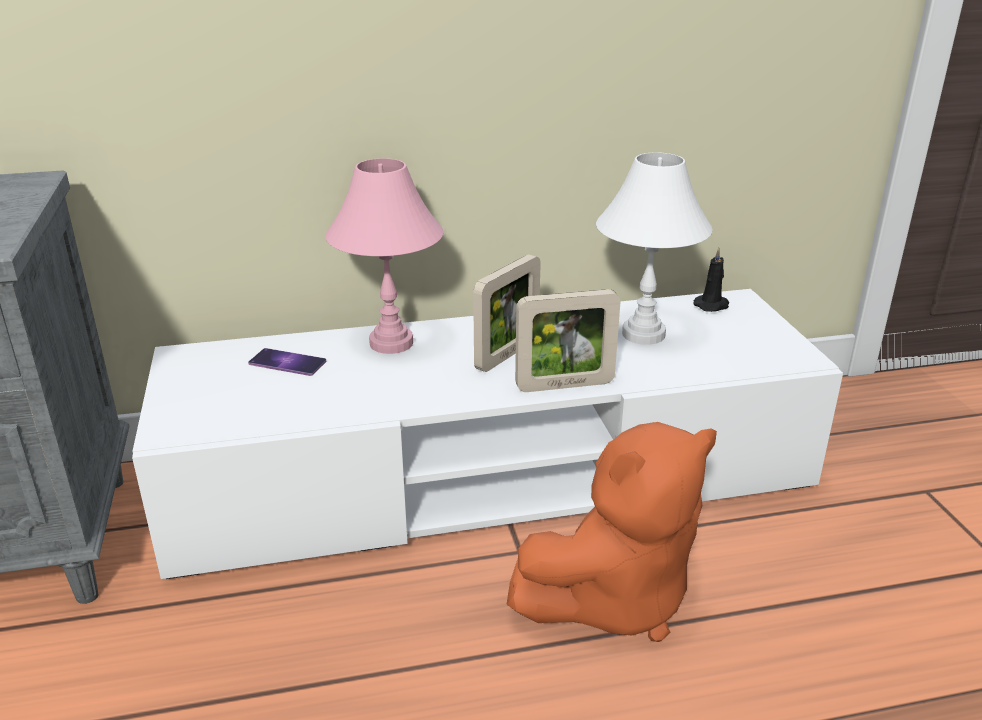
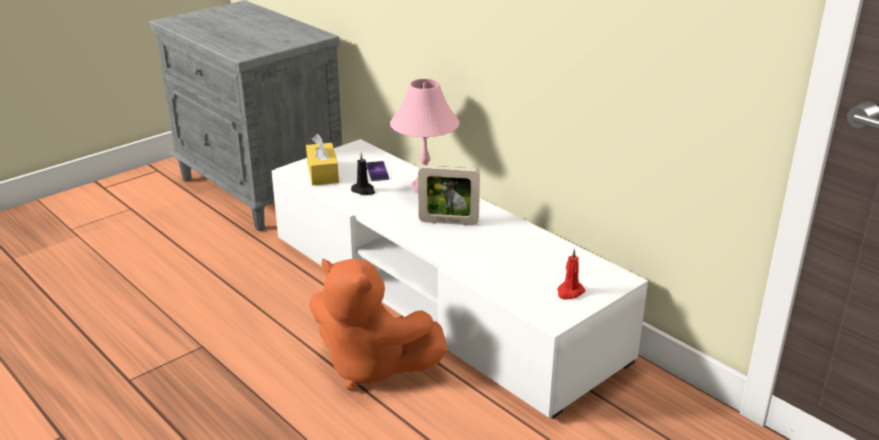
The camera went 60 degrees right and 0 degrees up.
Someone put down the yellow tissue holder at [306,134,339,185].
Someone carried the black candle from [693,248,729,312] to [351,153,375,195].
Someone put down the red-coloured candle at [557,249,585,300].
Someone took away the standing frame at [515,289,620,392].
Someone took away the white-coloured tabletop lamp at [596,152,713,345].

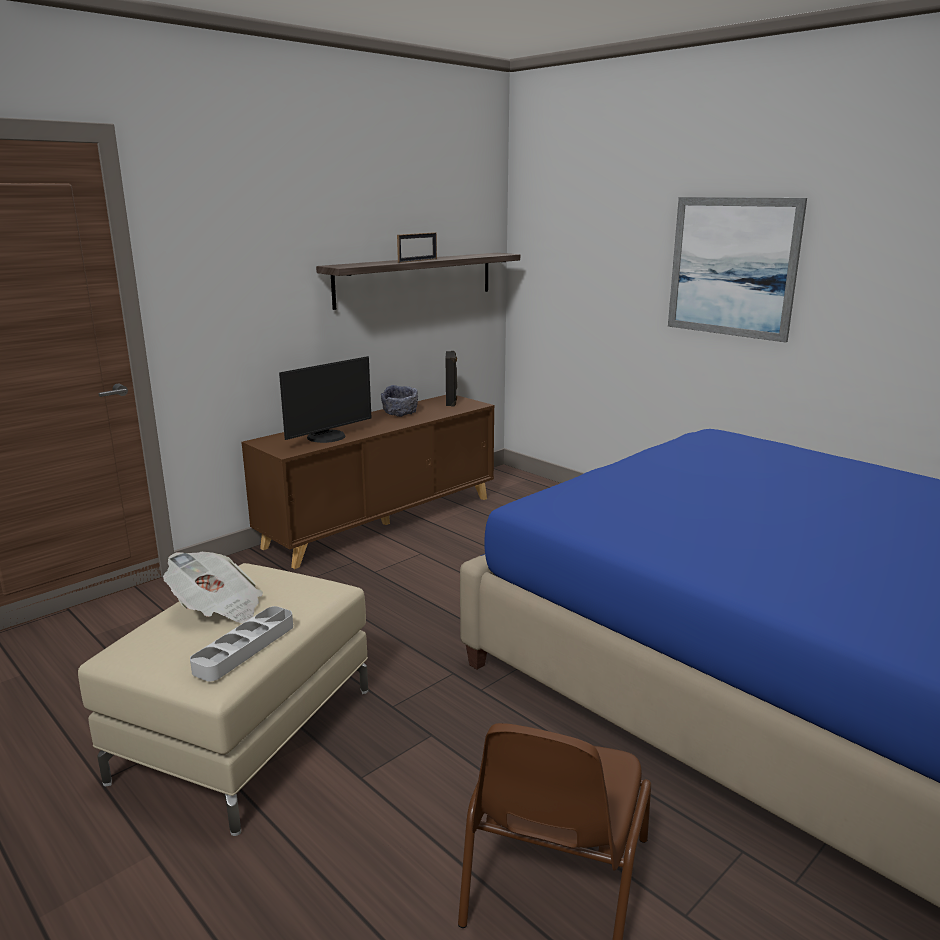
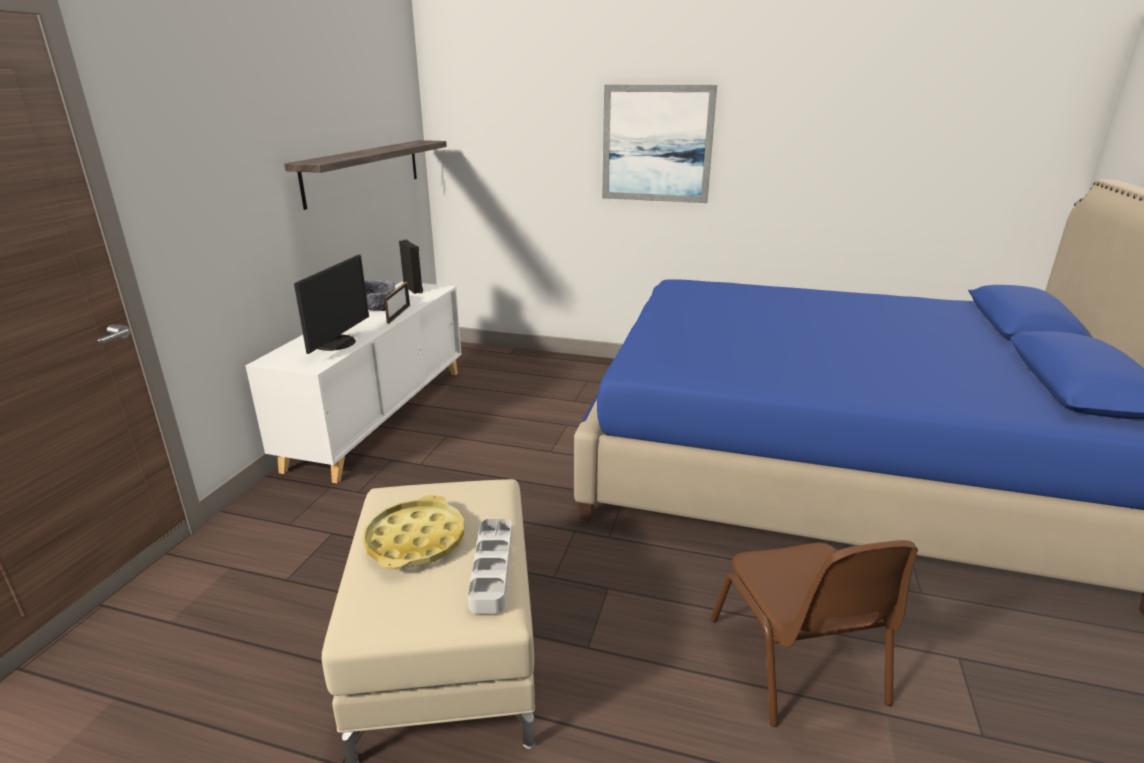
The camera went 30 degrees left and 5 degrees up.
Someone repainted the brown storage cabinet at [241,395,494,569], which became the white-coloured storage cabinet at [245,282,461,483].
Someone swapped the daily paper at [163,552,263,623] for the yellow carrying tray at [363,495,464,570].
Someone carried the standing frame from [397,232,437,263] to [384,282,410,324].

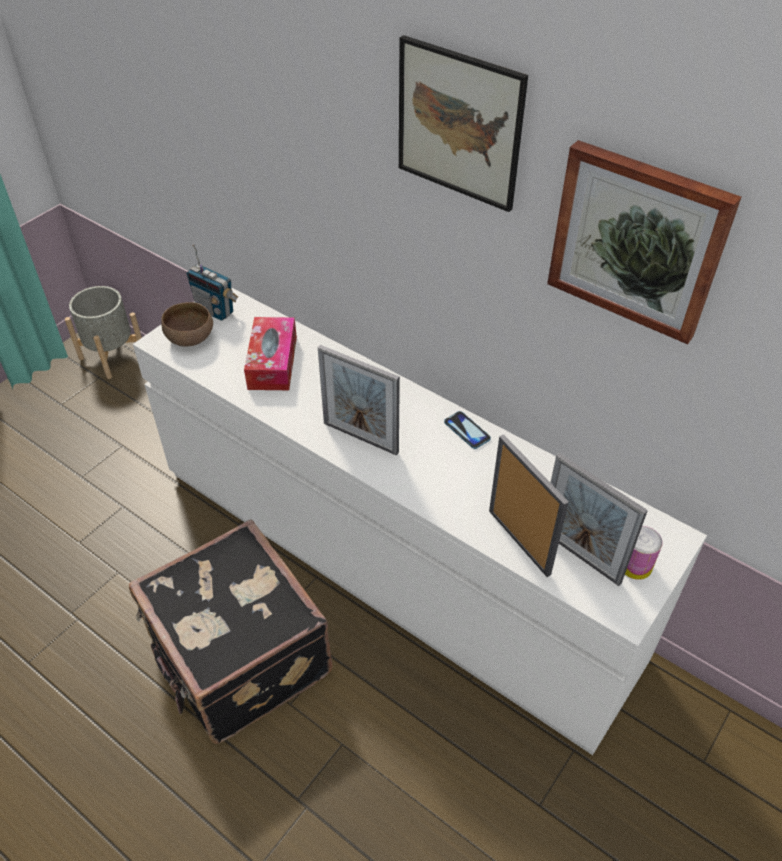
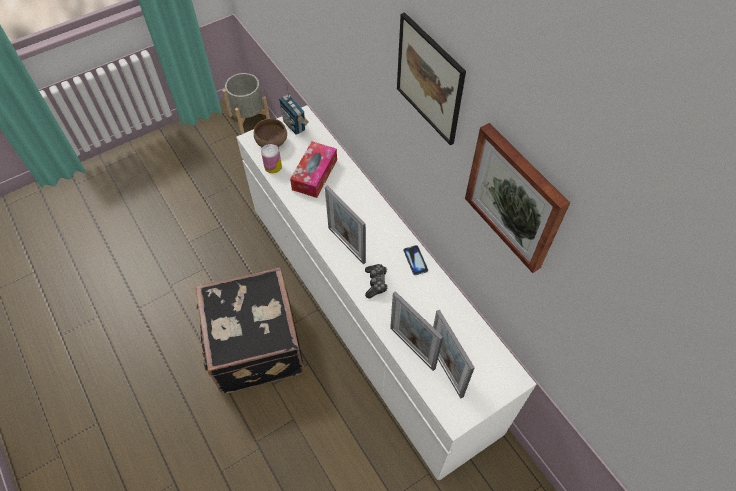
The camera went 20 degrees right and 10 degrees up.
Someone carried the metal can from [625,526,663,580] to [261,144,282,173].
Someone put down the game controller at [365,264,388,298].
Someone rotated the standing frame at [489,434,569,577] by 150 degrees clockwise.

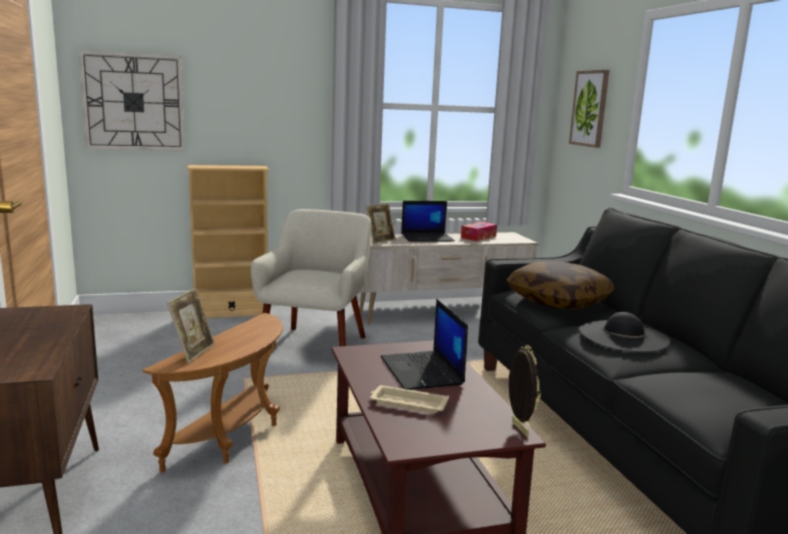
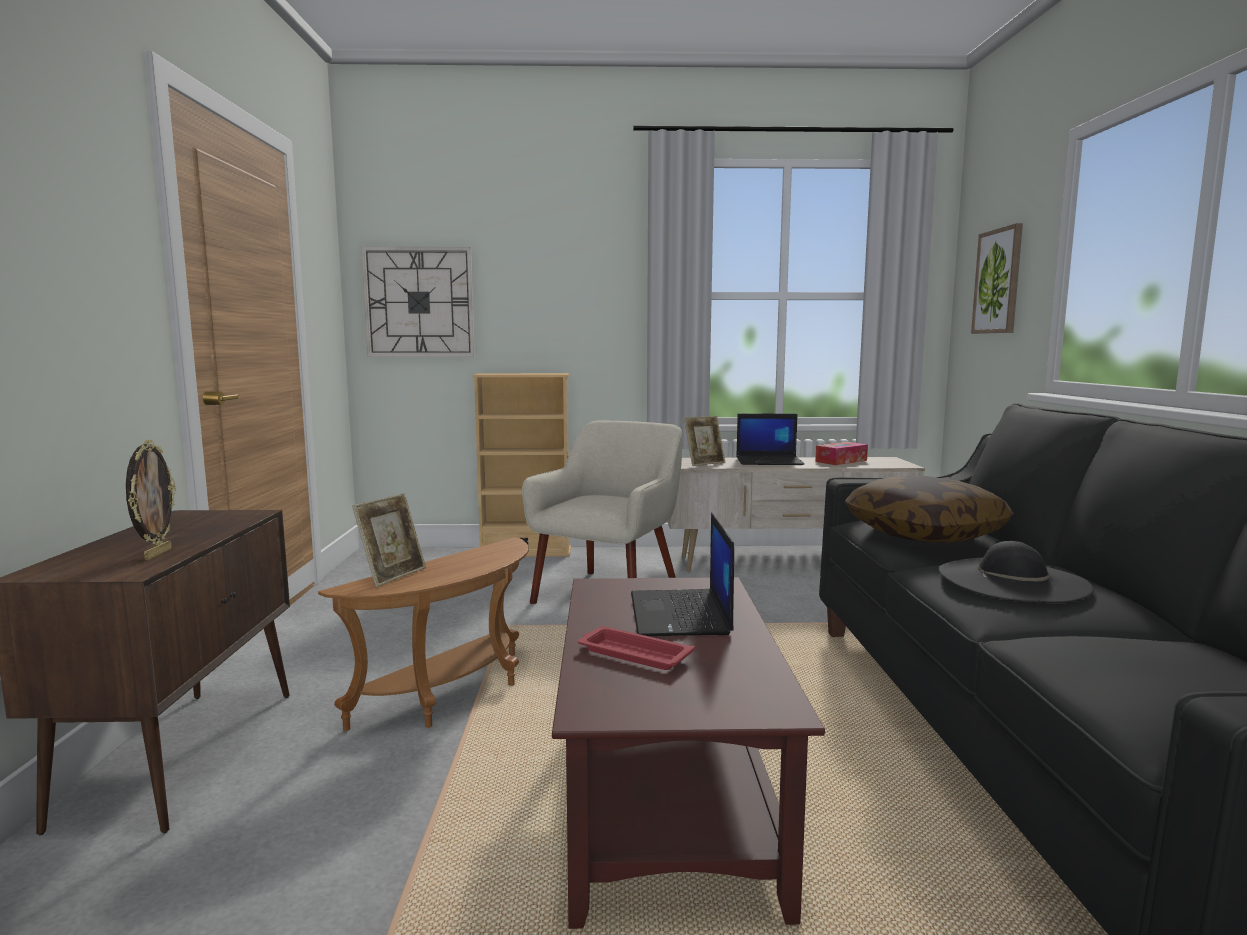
The camera went 15 degrees right and 5 degrees down.
Someone carried the standing frame from [509,345,541,437] to [126,440,176,560].
Someone repainted the sand-coloured carrying tray at [370,385,449,413], which became the red-coloured carrying tray at [578,626,695,670].

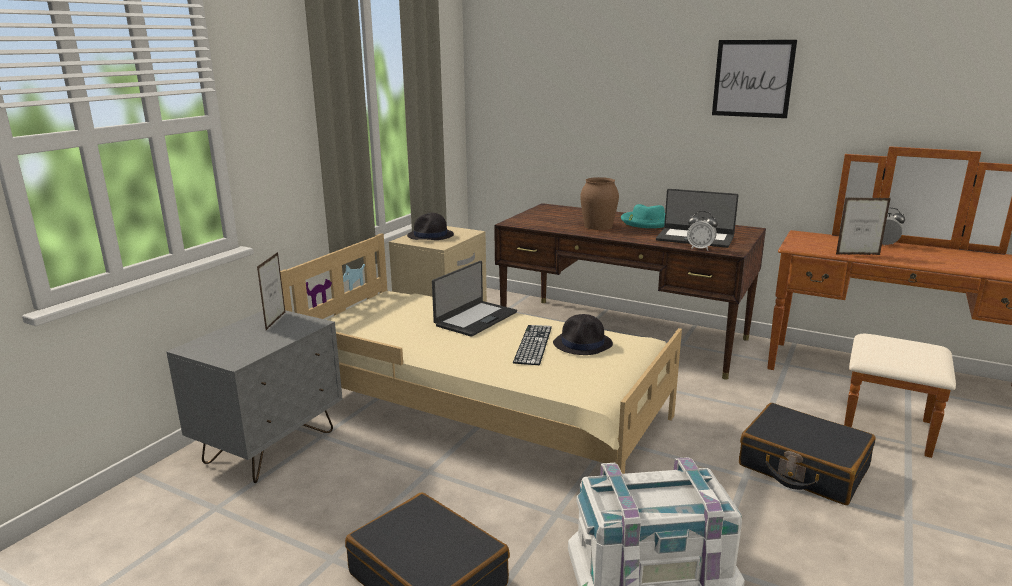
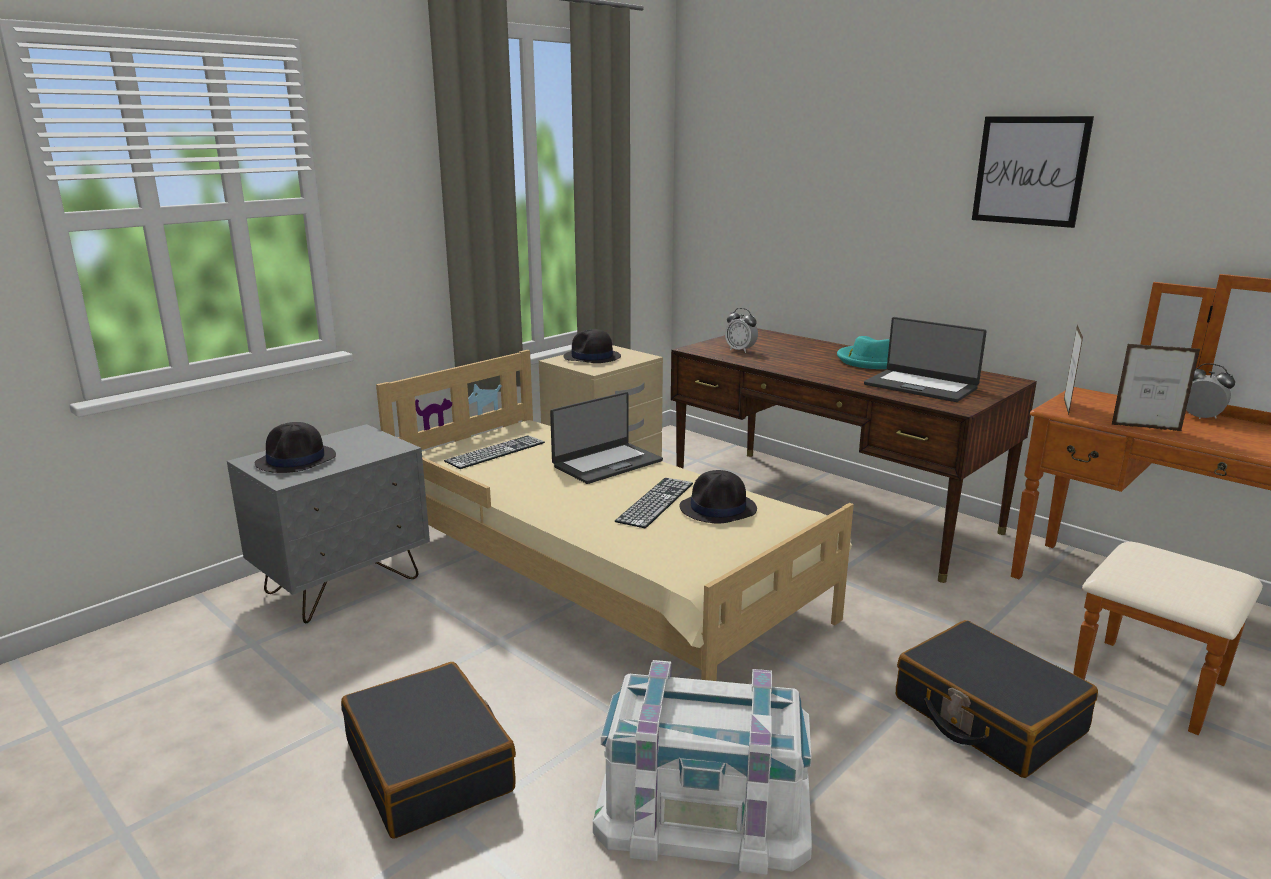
The camera went 15 degrees right and 0 degrees up.
Someone put down the black wearable hat at [255,422,336,473].
Someone put down the computer keyboard at [444,435,545,469].
Someone carried the table clock from [687,211,718,251] to [725,308,758,353].
Someone carried the standing frame from [257,252,285,330] to [1064,325,1083,415].
Someone took away the brown decorative vase at [580,177,619,230].

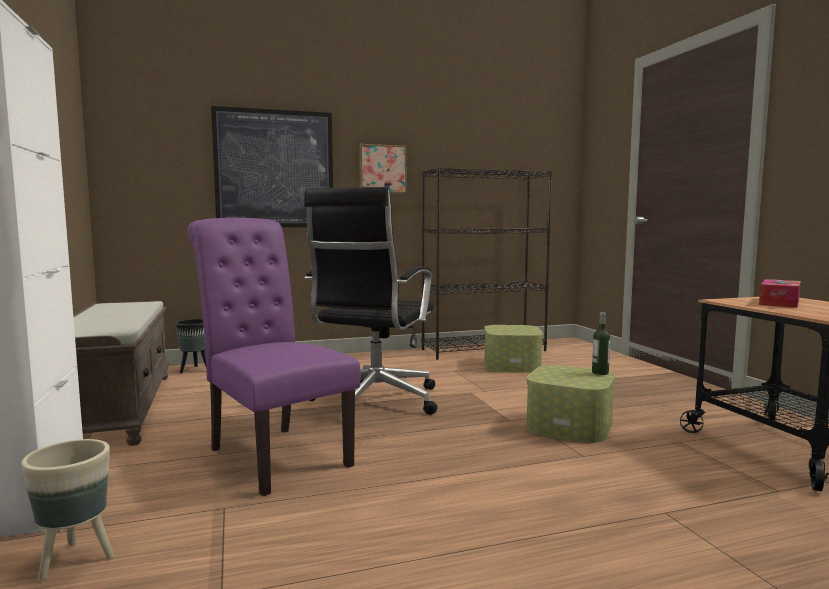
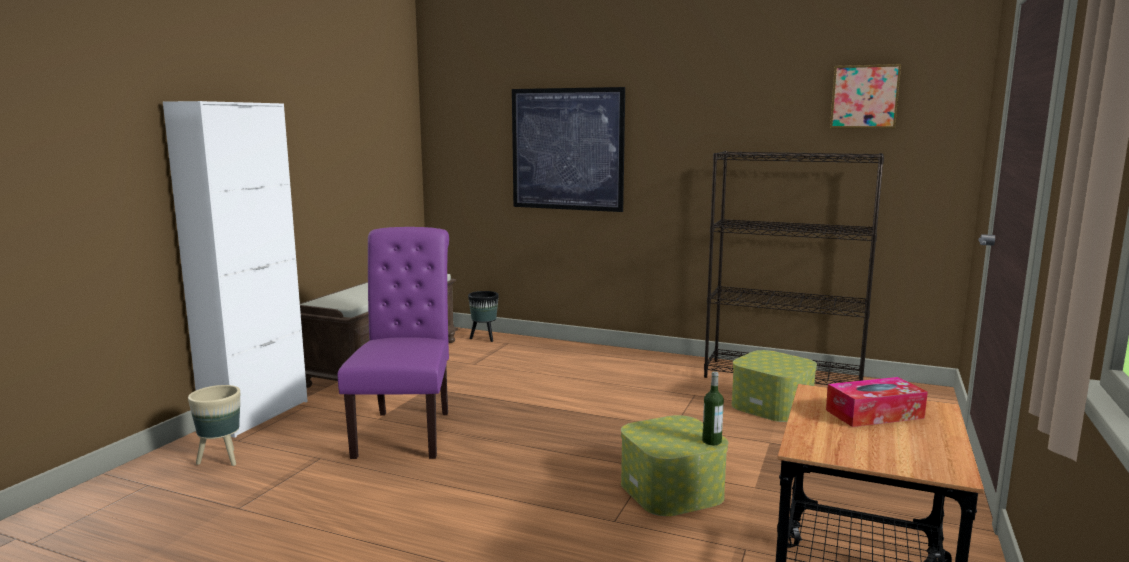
The camera went 40 degrees right and 5 degrees up.
Someone carried the picture from [359,144,407,194] to [830,64,901,128].
Someone took away the black office chair at [304,187,437,415].

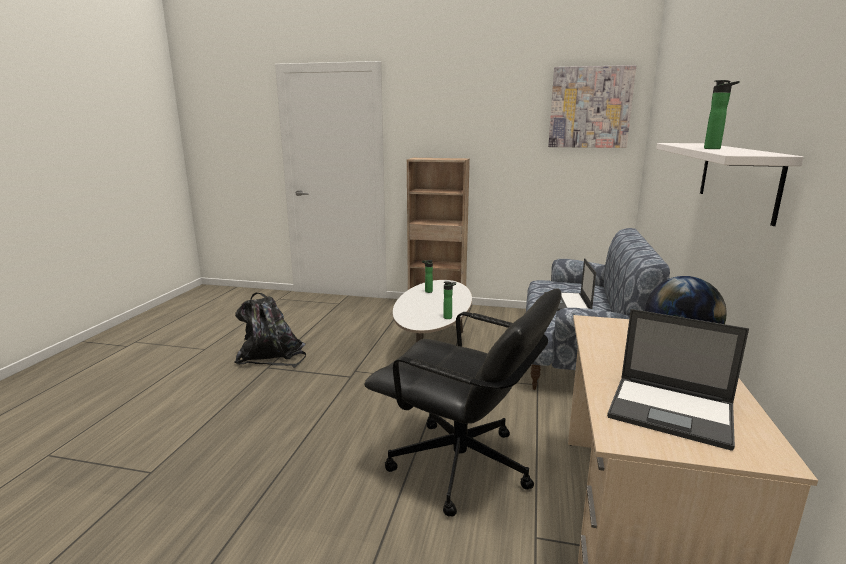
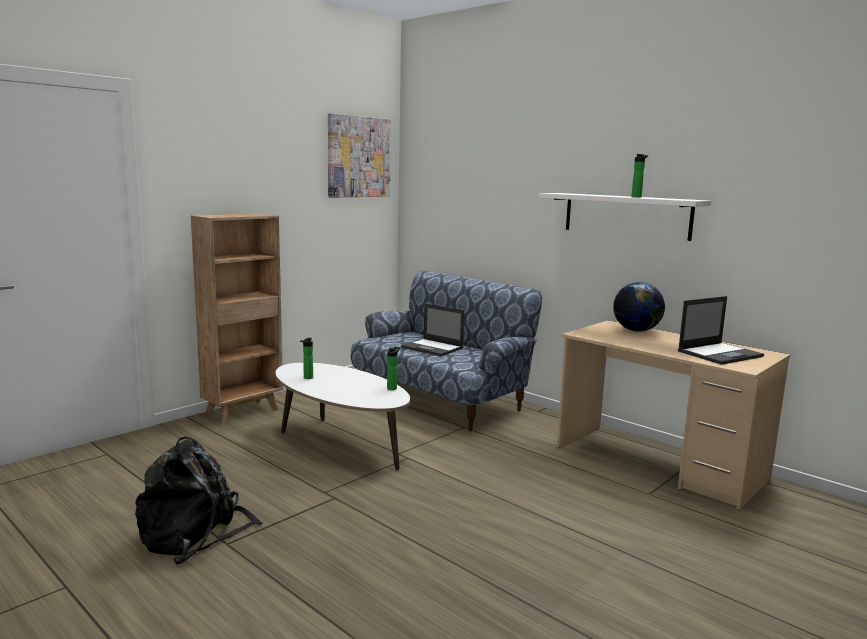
The camera went 60 degrees left and 5 degrees down.
Someone took away the black office chair at [364,289,562,517].

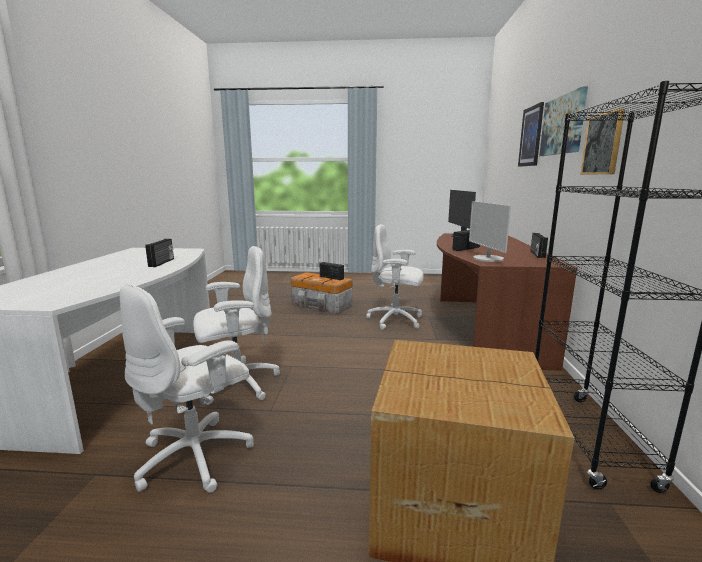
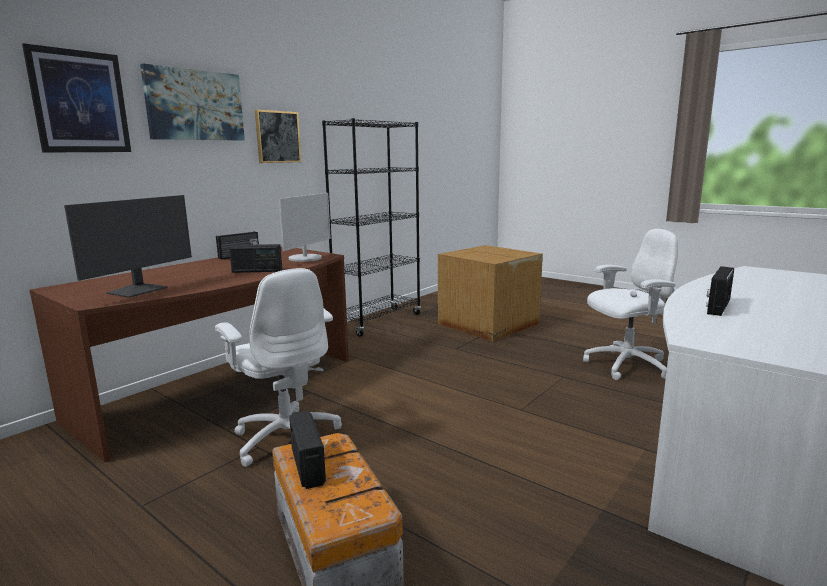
The camera went 145 degrees left and 0 degrees up.
Someone took away the white-coloured office chair at [193,246,280,405].

